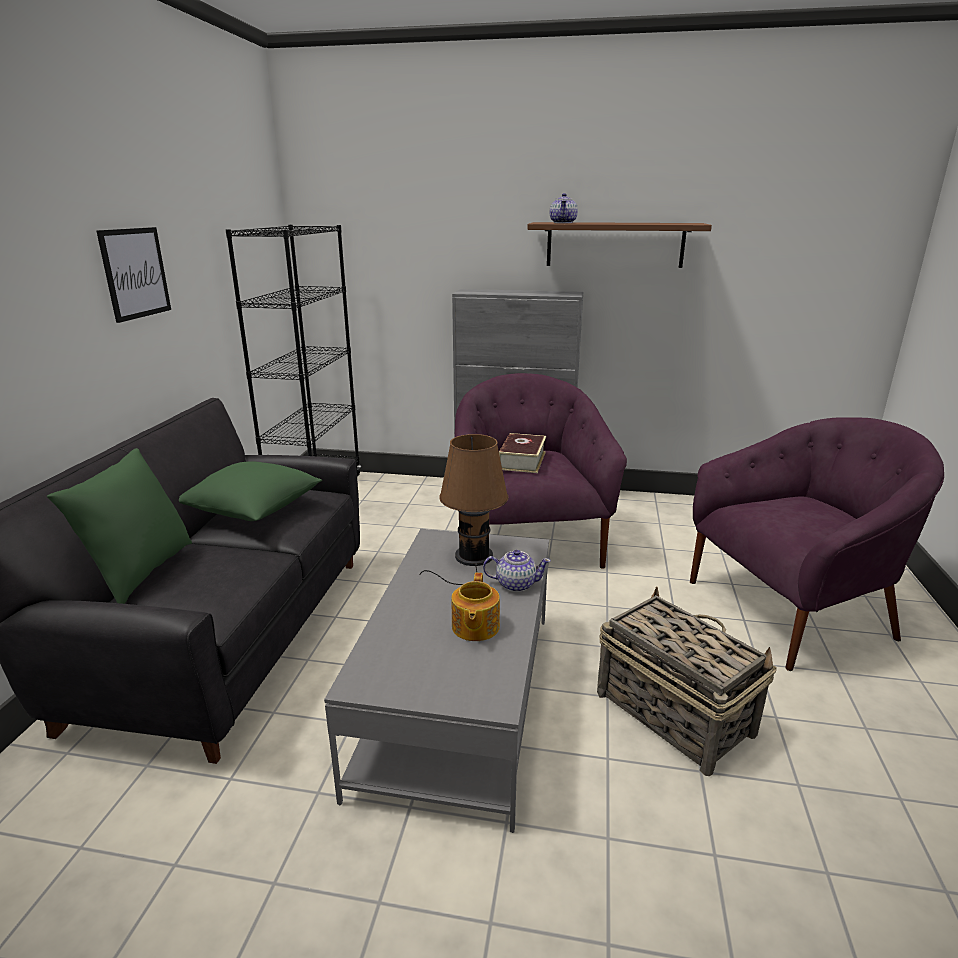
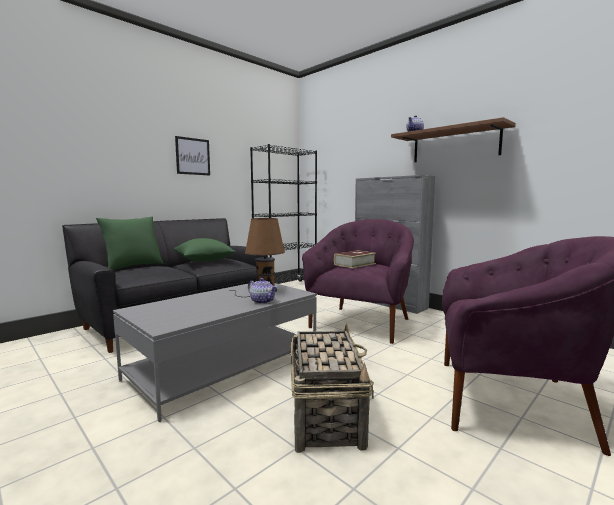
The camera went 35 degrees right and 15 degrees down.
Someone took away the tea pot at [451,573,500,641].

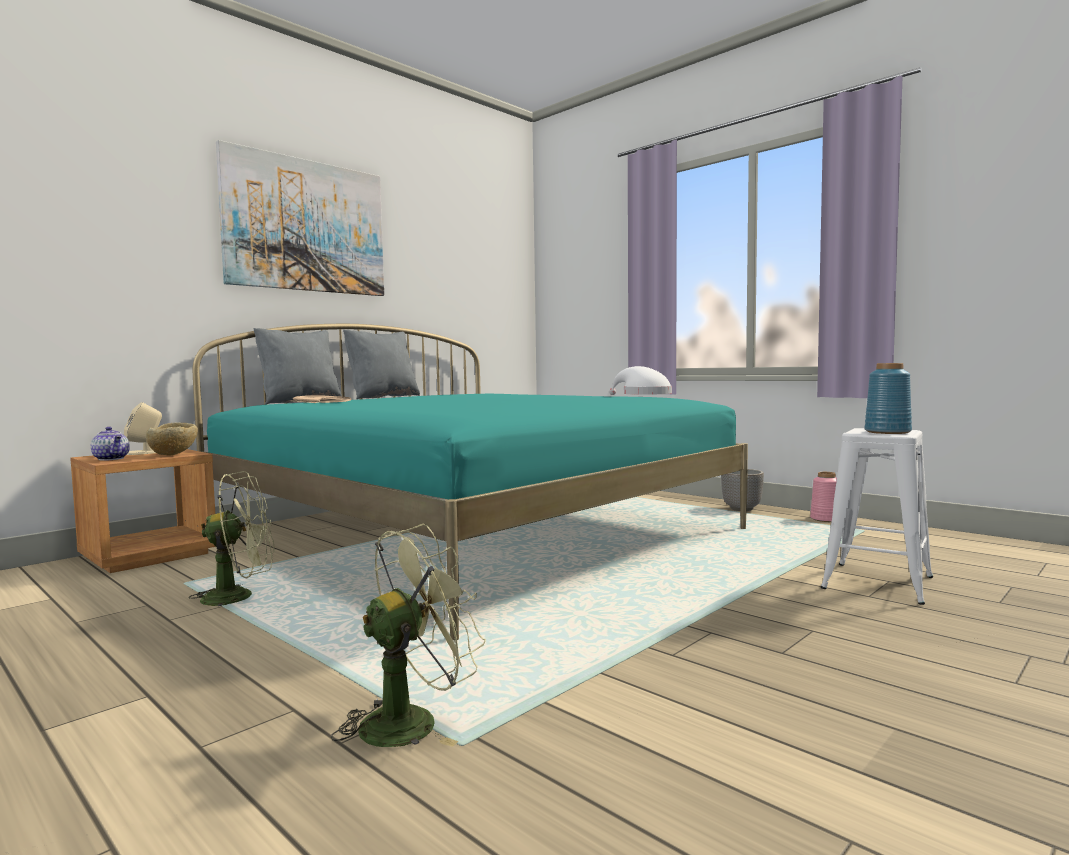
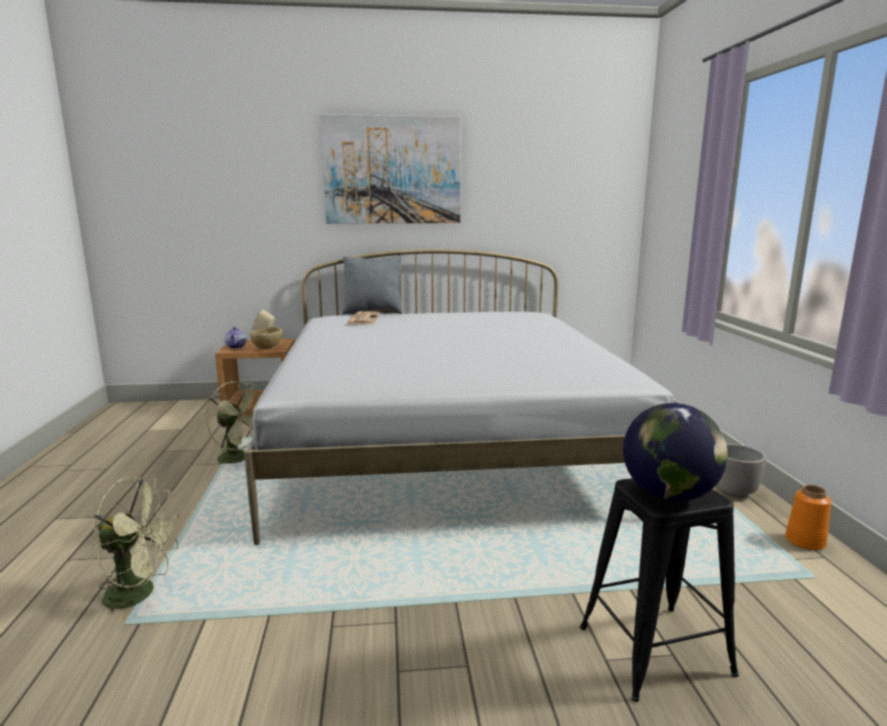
The camera went 40 degrees right and 10 degrees up.
Someone repainted the blue-green bedroom bed at [193,324,748,641], which became the white-coloured bedroom bed at [244,249,674,545].
Someone repainted the white-coloured stool at [821,428,933,605], which became the black stool at [580,478,739,702].
Someone swapped the blue decorative vase at [864,363,912,434] for the desk globe at [623,403,728,502].
Someone repainted the pinkish decorative vase at [810,472,837,522], which became the orange decorative vase at [785,485,831,550].
Someone took away the greyish throw pillow at [343,330,420,399].
Someone took away the white-coloured wearable hat at [609,366,672,395].

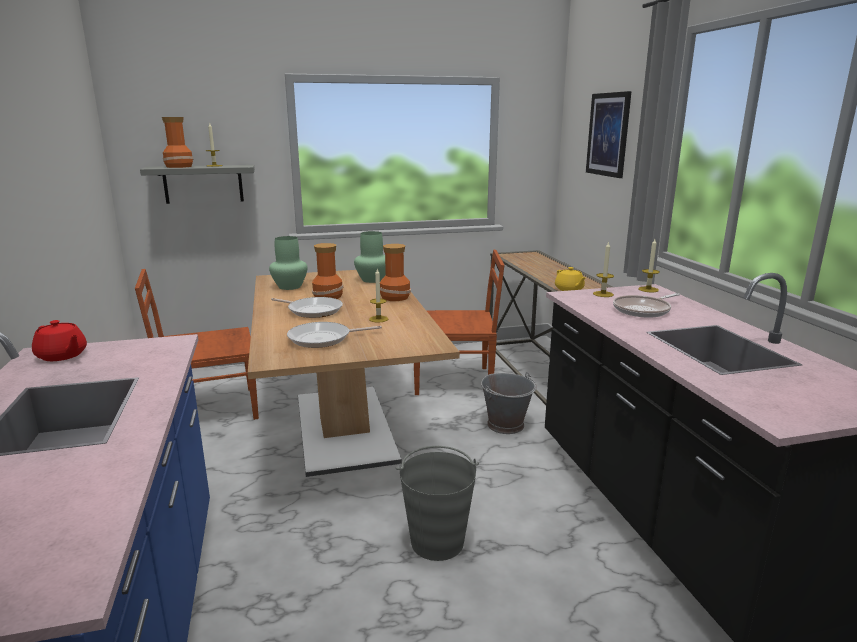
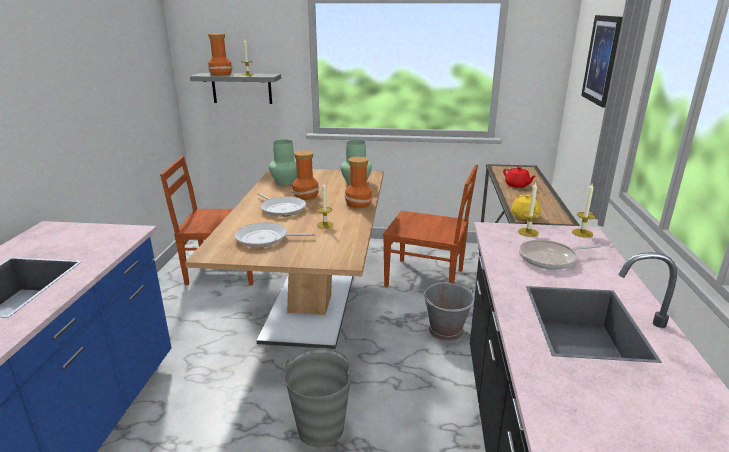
The camera went 20 degrees right and 5 degrees up.
Someone carried the red-coloured tea pot from [32,320,87,361] to [503,167,536,188].

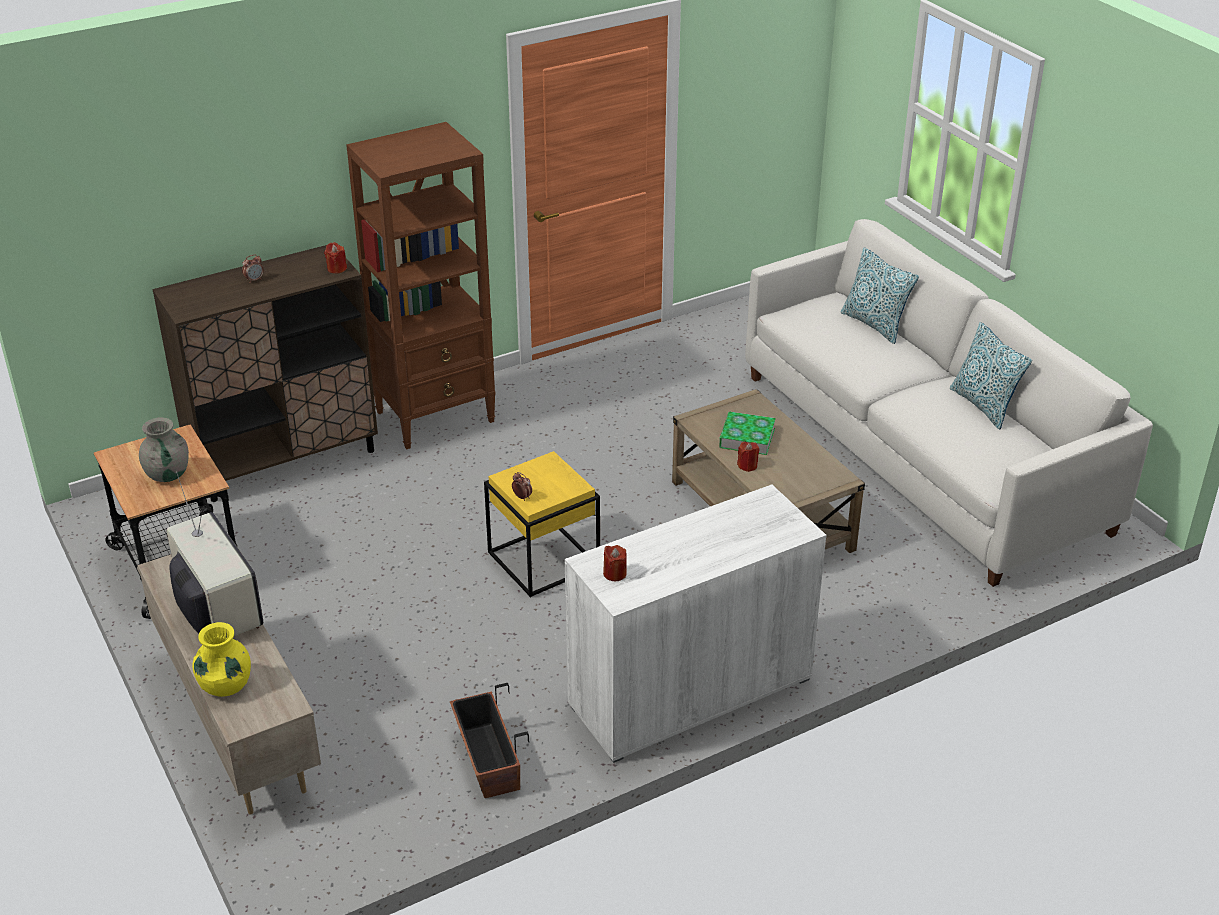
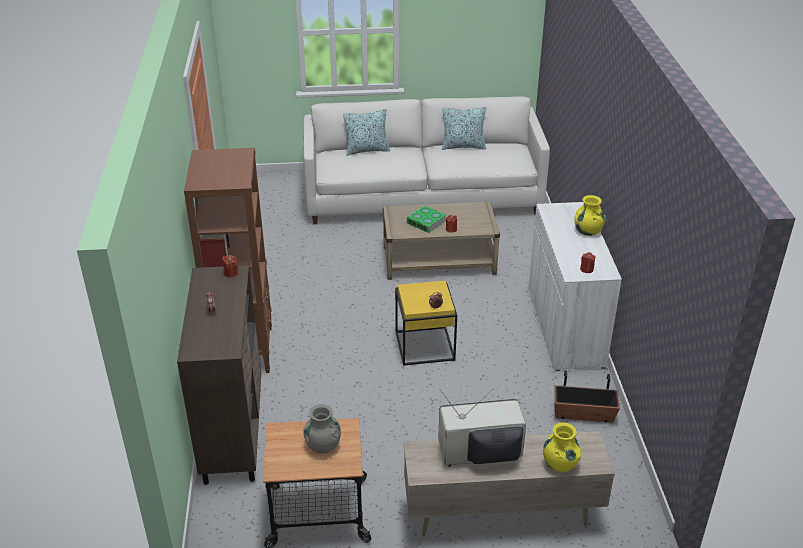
The camera went 65 degrees left and 0 degrees up.
Someone put down the yellow decorative vase at [574,195,606,236].

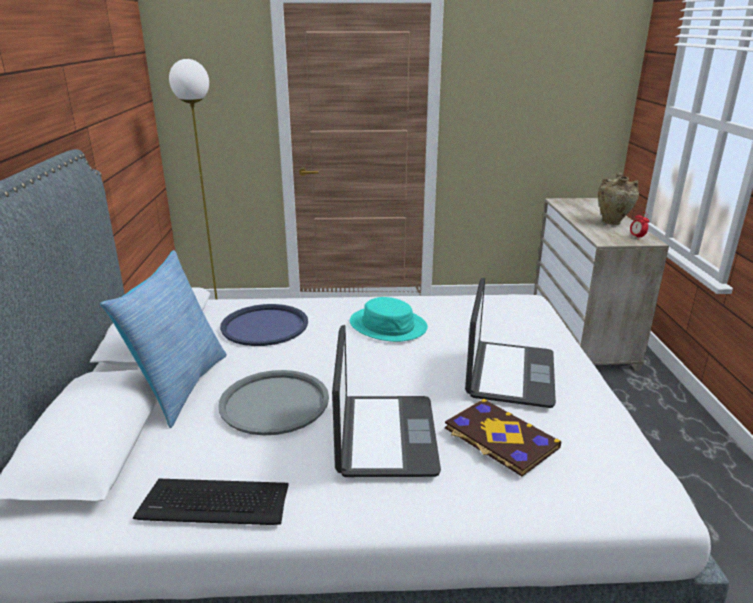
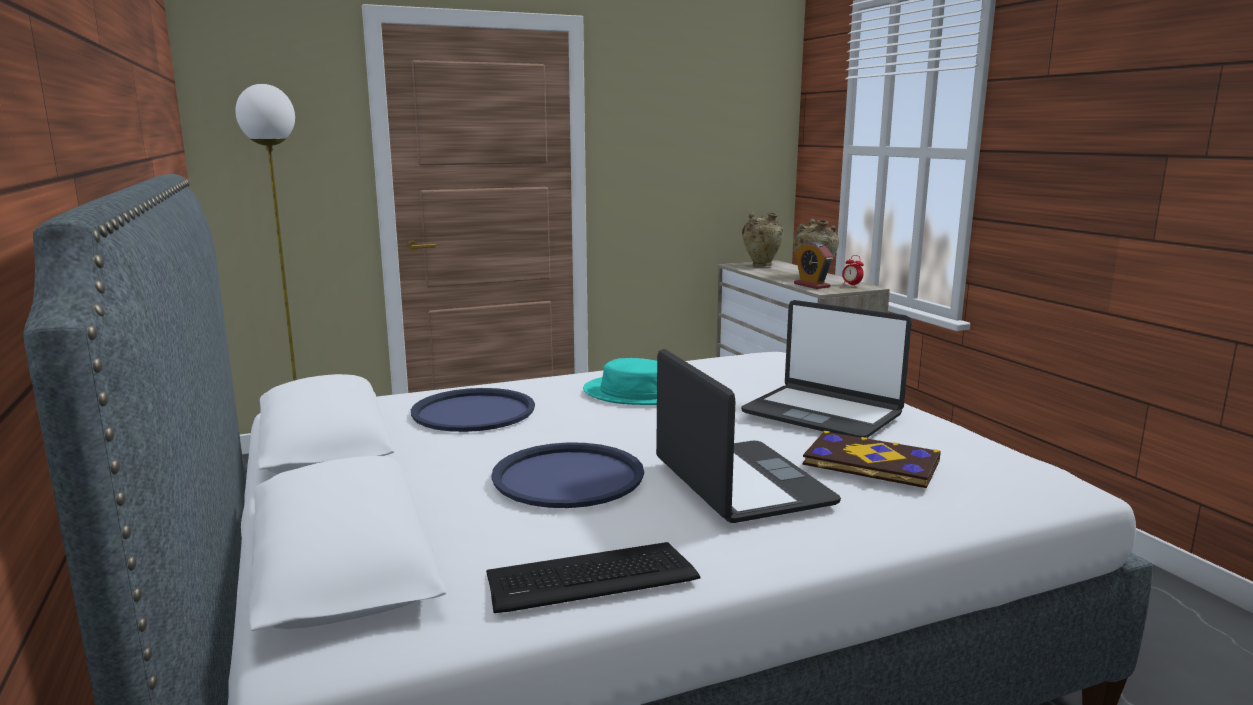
The camera went 20 degrees left and 10 degrees down.
Someone repainted the greyish carrying tray at [218,370,329,436], which became the blue carrying tray at [491,442,644,508].
Someone rotated the portable computer at [465,278,556,408] by 135 degrees clockwise.
Someone put down the sand-coloured decorative vase at [742,212,784,266].
Someone put down the table clock at [794,242,833,289].
Someone took away the throw pillow at [100,250,227,428].

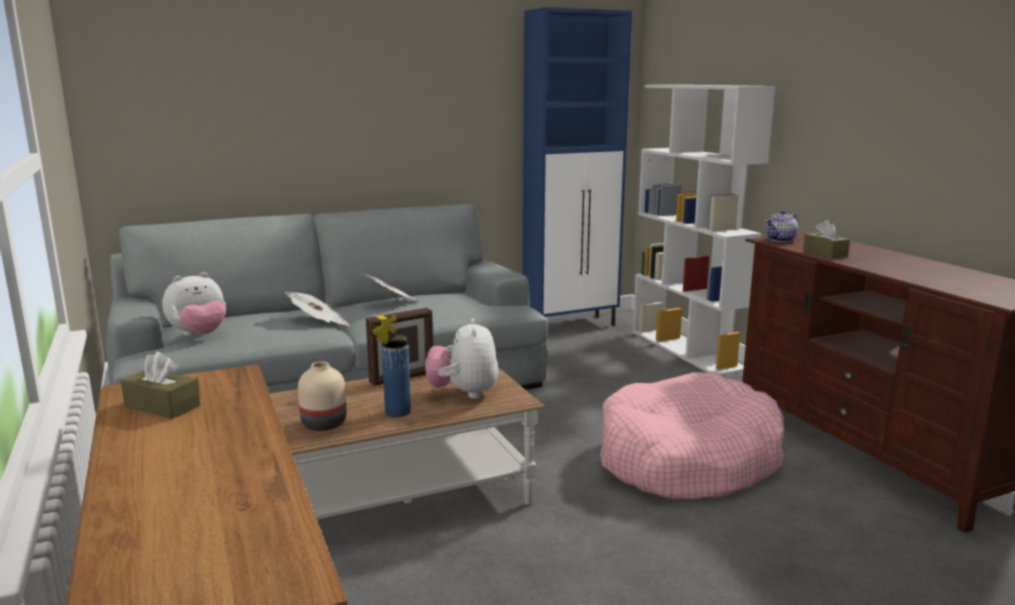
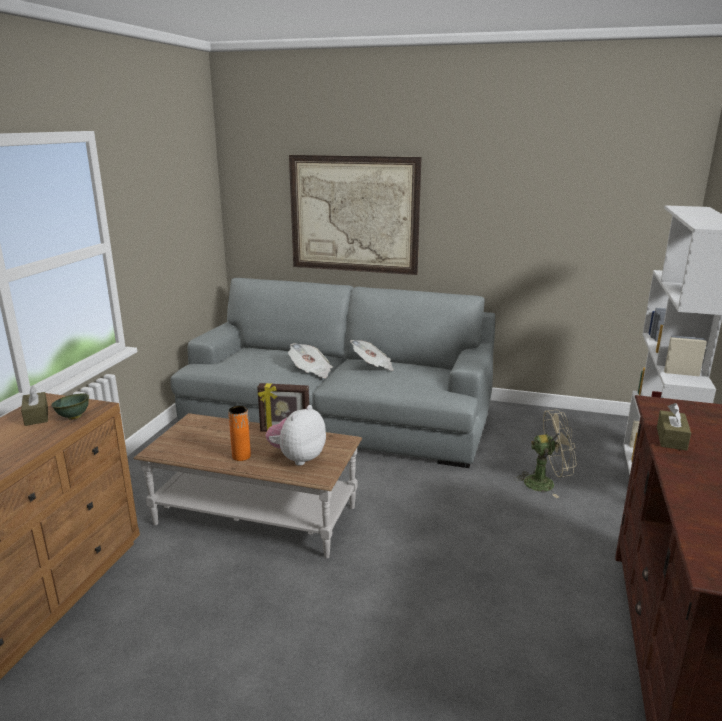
The camera went 40 degrees right and 5 degrees up.
Someone put down the greenish deep dish at [51,393,89,420].
Someone repainted the blue decorative vase at [382,340,411,417], which became the orange decorative vase at [228,406,251,461].
Someone put up the picture at [289,155,421,275].
Someone put down the sand-coloured cooling fan at [515,410,577,498].
Someone took away the soft toy at [162,272,226,336].
Someone took away the sand-coloured decorative vase at [298,361,347,431].
Someone took away the blue storage cabinet at [523,7,632,326].
Someone took away the pinkish pet bed at [600,372,784,500].
Someone took away the tea pot at [766,210,798,242].

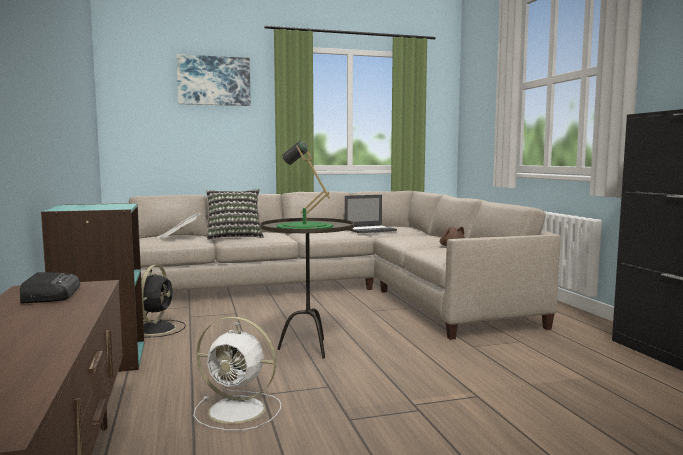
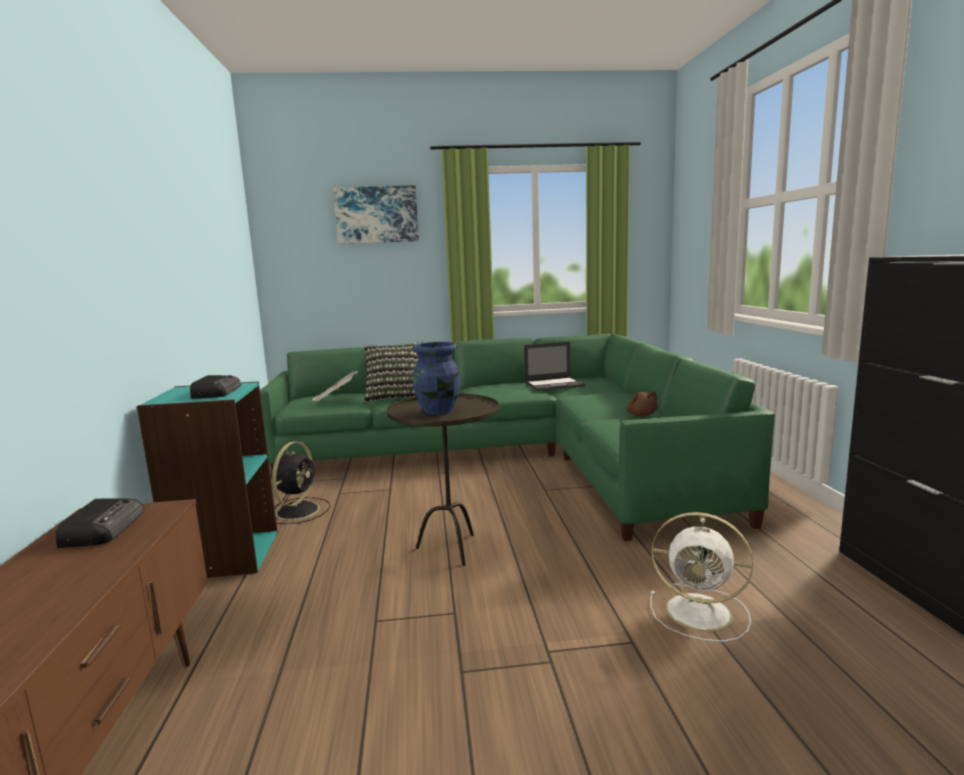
The camera went 10 degrees right and 5 degrees up.
Someone put down the radio set at [190,375,241,399].
Someone repainted the sand-coloured couch at [129,191,561,340], which became the greenish couch at [260,333,775,541].
Someone swapped the greenish tabletop lamp at [276,141,333,229] for the blue decorative vase at [412,342,460,415].
Someone carried the white-coloured cooling fan from [193,317,281,431] to [650,512,753,642].

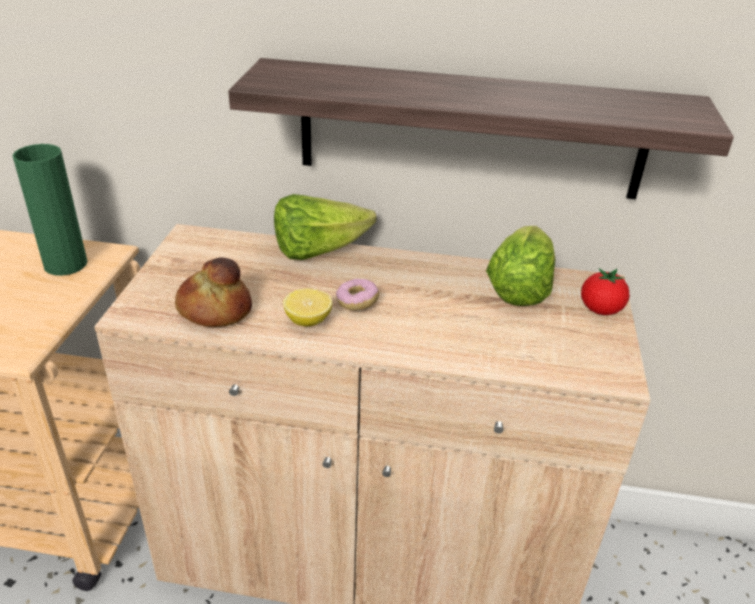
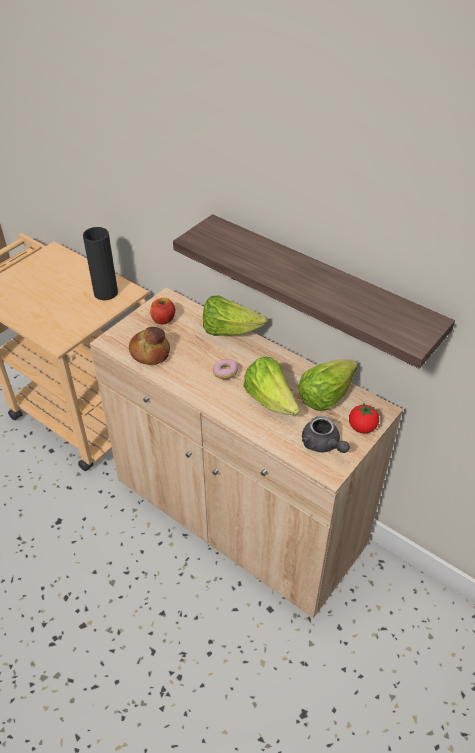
The camera went 30 degrees right and 10 degrees up.
Someone repainted the greenish decorative vase at [12,144,88,276], which became the black decorative vase at [83,227,118,300].
Someone put down the whole apple at [150,298,175,324].
Someone put down the lettuce at [243,356,300,415].
Someone put down the greyish tea pot at [302,416,350,453].
Someone took away the citrus fruit at [283,288,332,326].

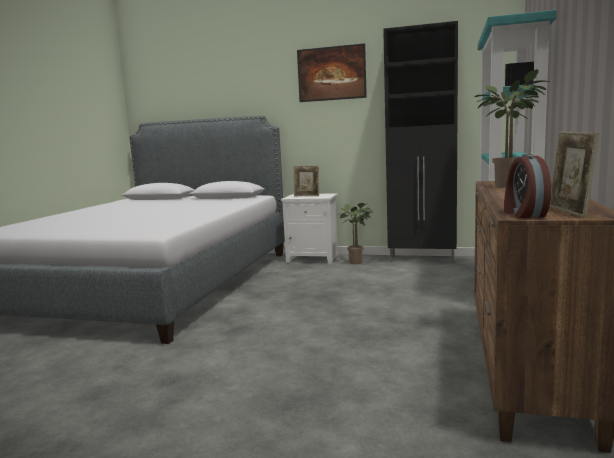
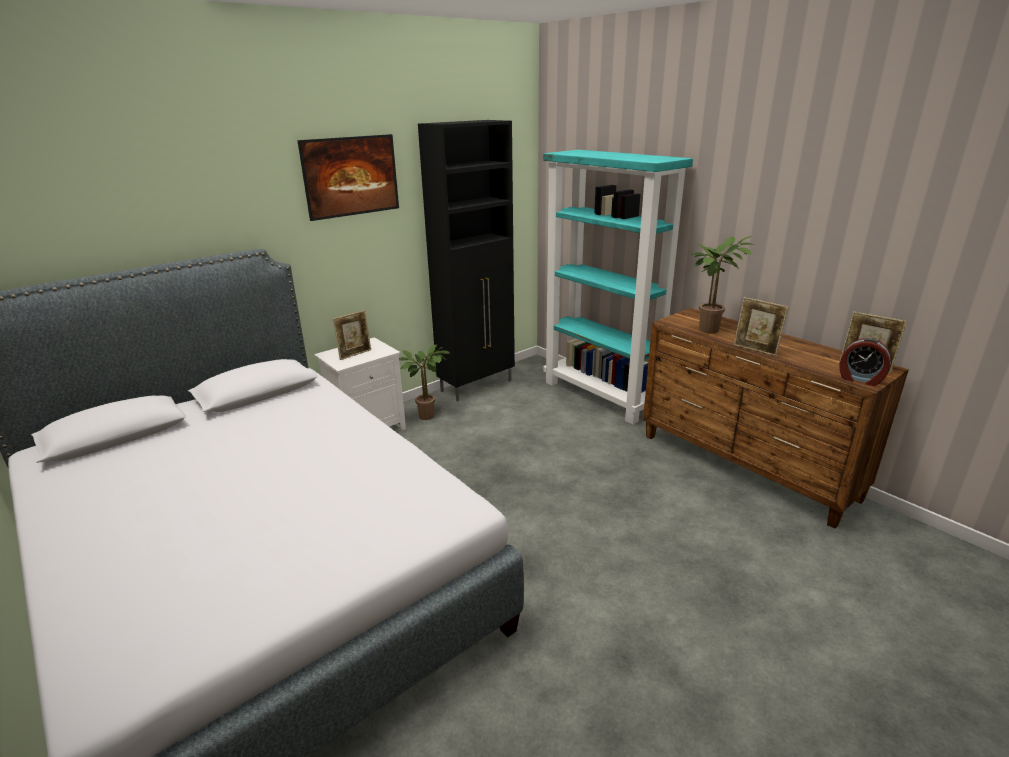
The camera went 55 degrees left and 15 degrees up.
Someone put down the standing frame at [734,297,789,356].

